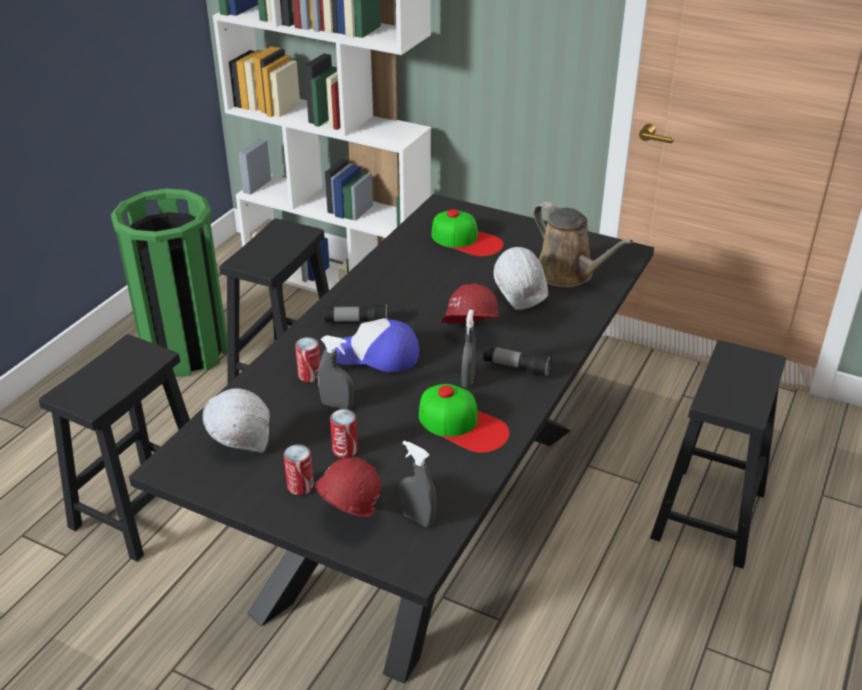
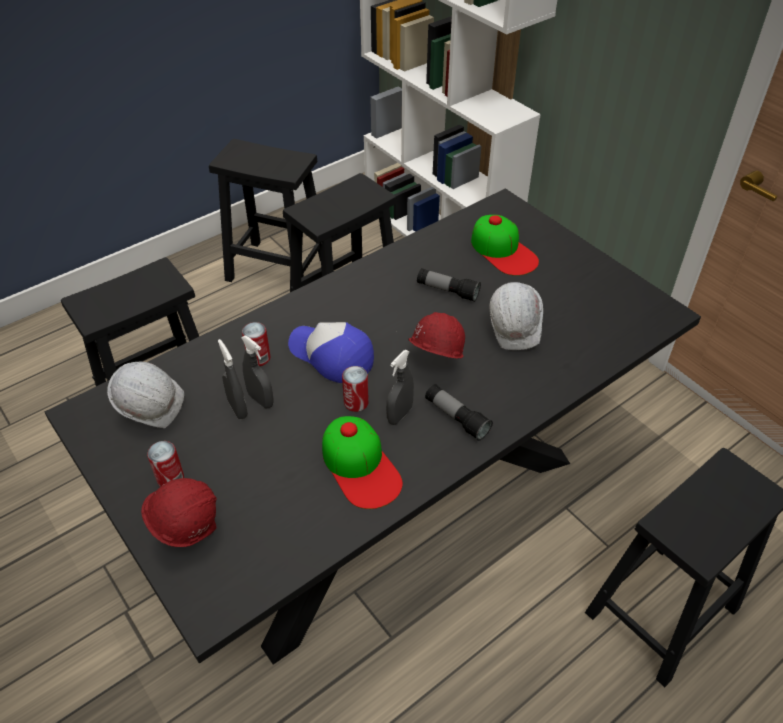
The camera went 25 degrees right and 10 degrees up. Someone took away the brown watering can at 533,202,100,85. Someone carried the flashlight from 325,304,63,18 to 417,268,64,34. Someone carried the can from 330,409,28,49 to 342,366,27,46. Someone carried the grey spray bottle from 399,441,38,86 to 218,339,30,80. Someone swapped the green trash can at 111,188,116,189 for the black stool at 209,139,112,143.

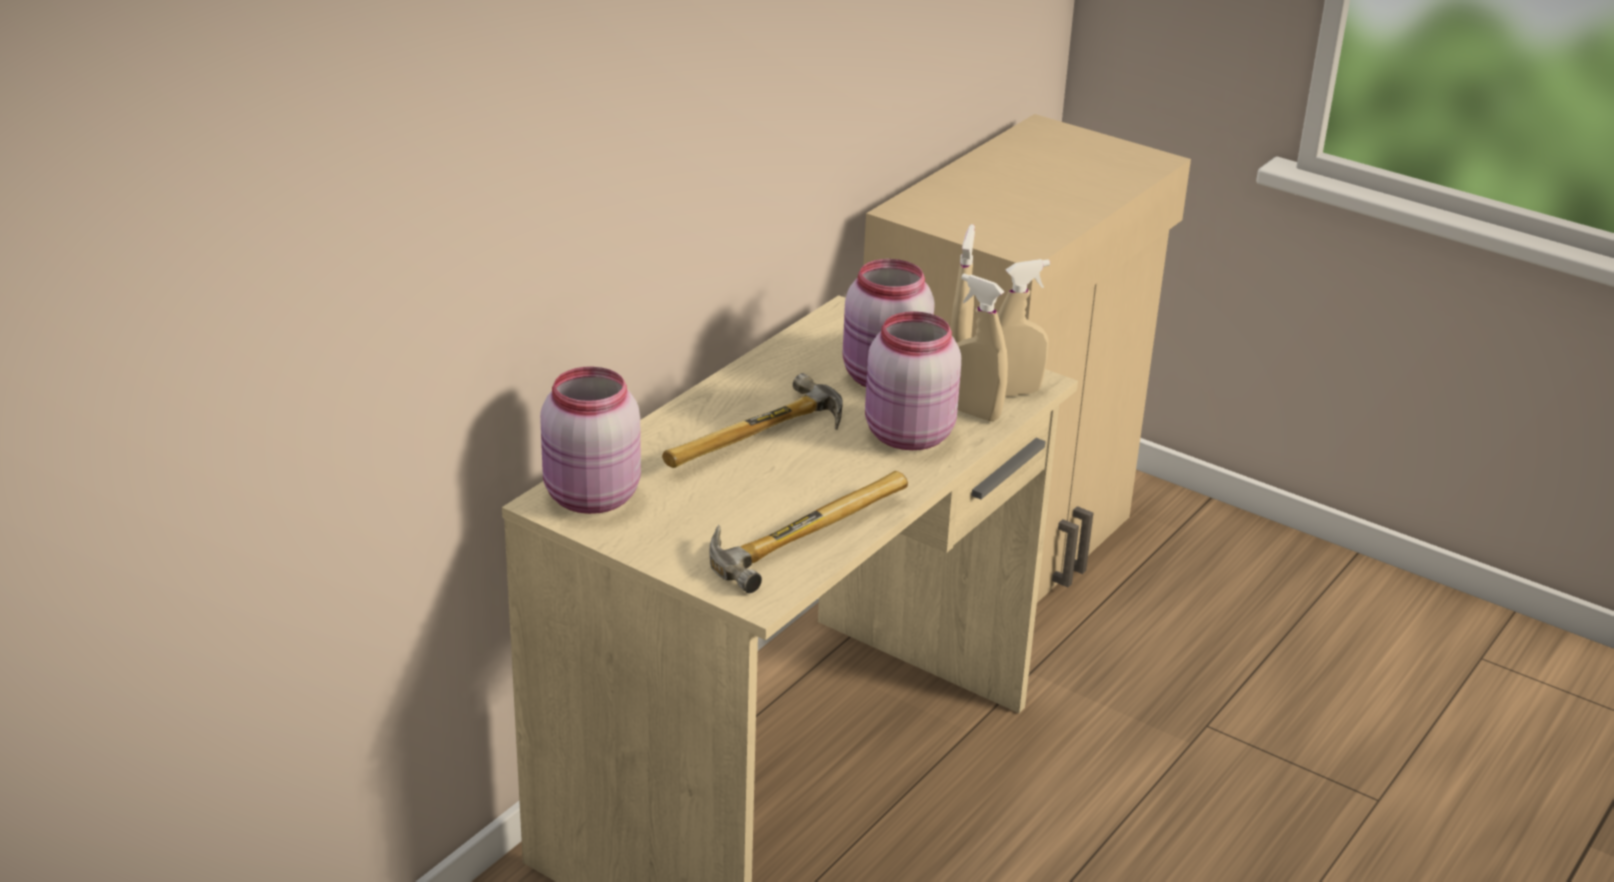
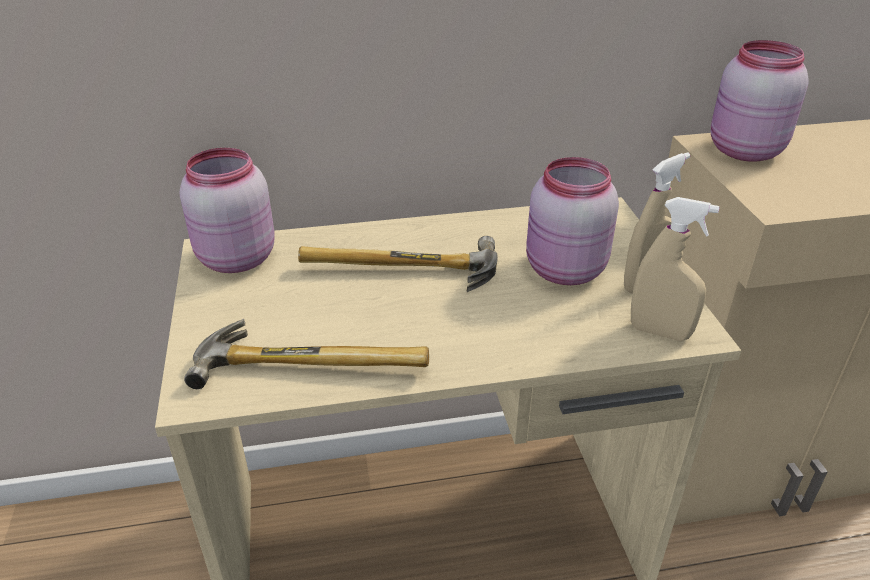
The camera went 45 degrees right and 5 degrees up. Someone took away the beige spray bottle at 957,274,51,147. Someone carried the pink jar from 865,311,96,139 to 711,40,98,122.

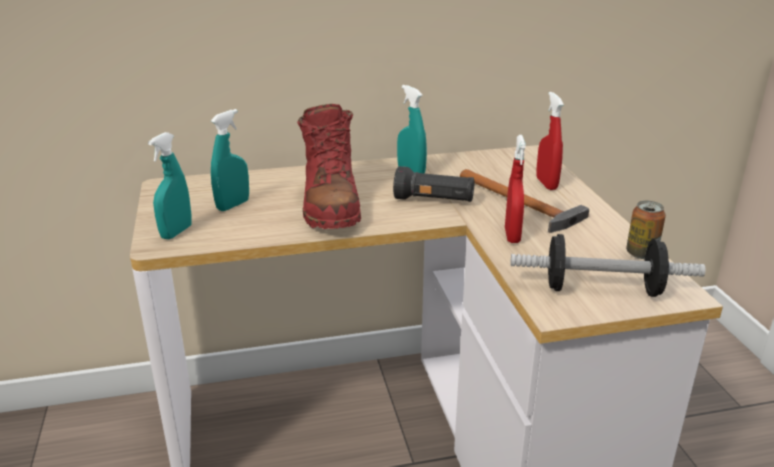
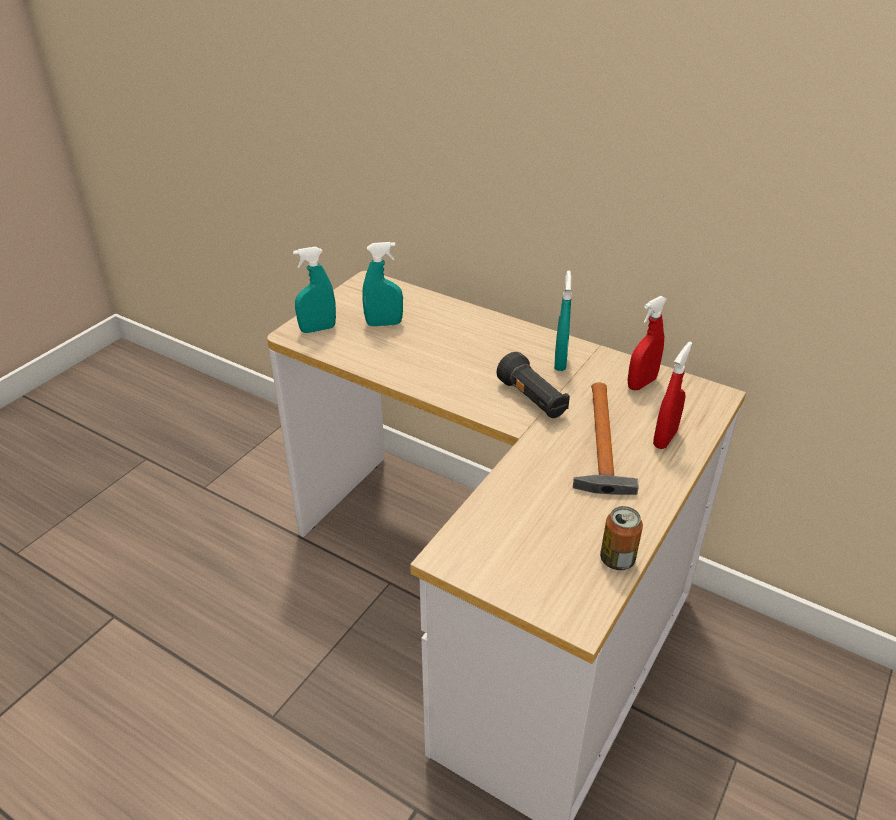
The camera went 45 degrees right and 10 degrees up. Someone took away the red boot at 297,104,64,125. Someone took away the dumbbell at 511,234,194,63. Someone carried the red spray bottle from 505,135,21,108 to 628,296,39,94.

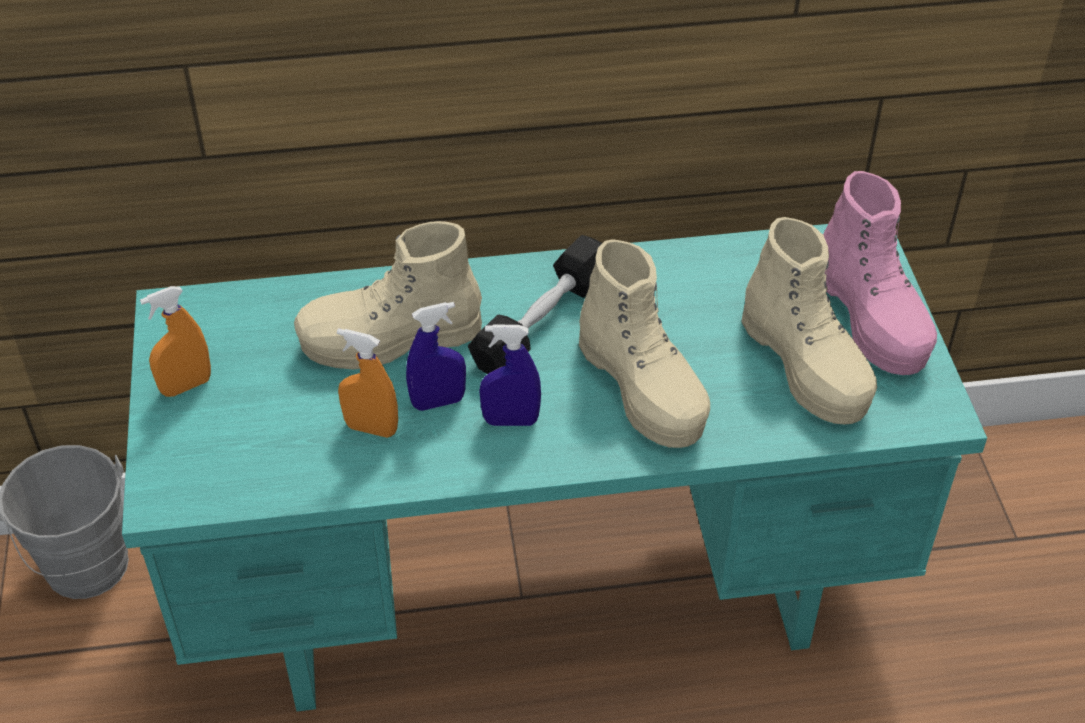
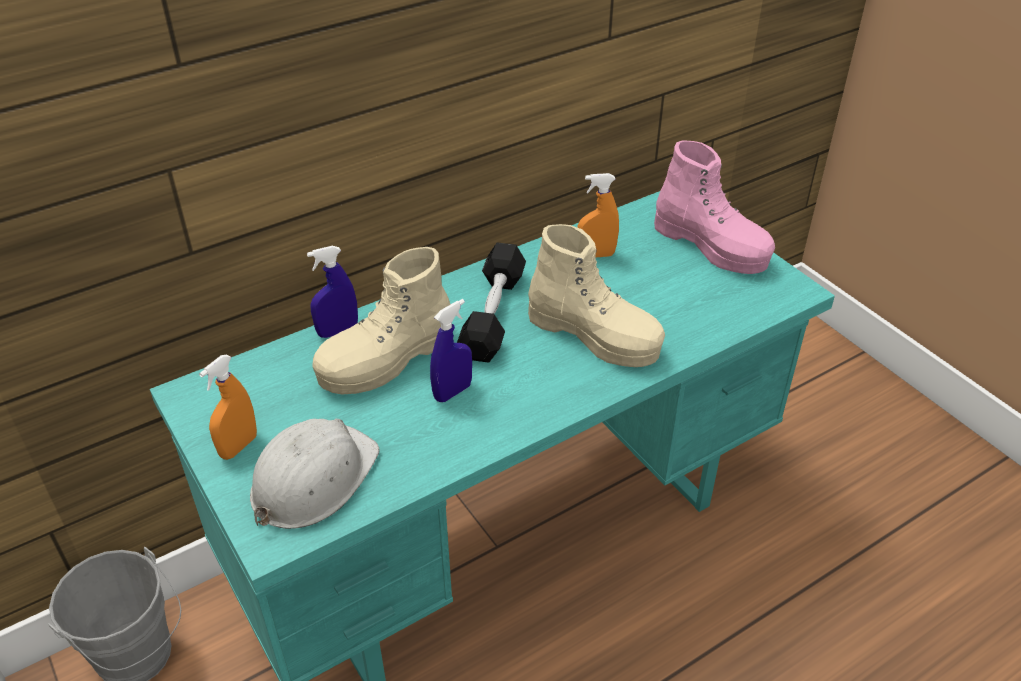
The camera went 25 degrees left and 5 degrees down. Someone took away the beige boot at 741,217,136,207. Someone put down the white hard hat at 250,419,130,110. Someone carried the orange spray bottle from 337,328,61,110 to 577,173,42,85. Someone carried the blue spray bottle from 479,324,62,102 to 307,246,51,92.

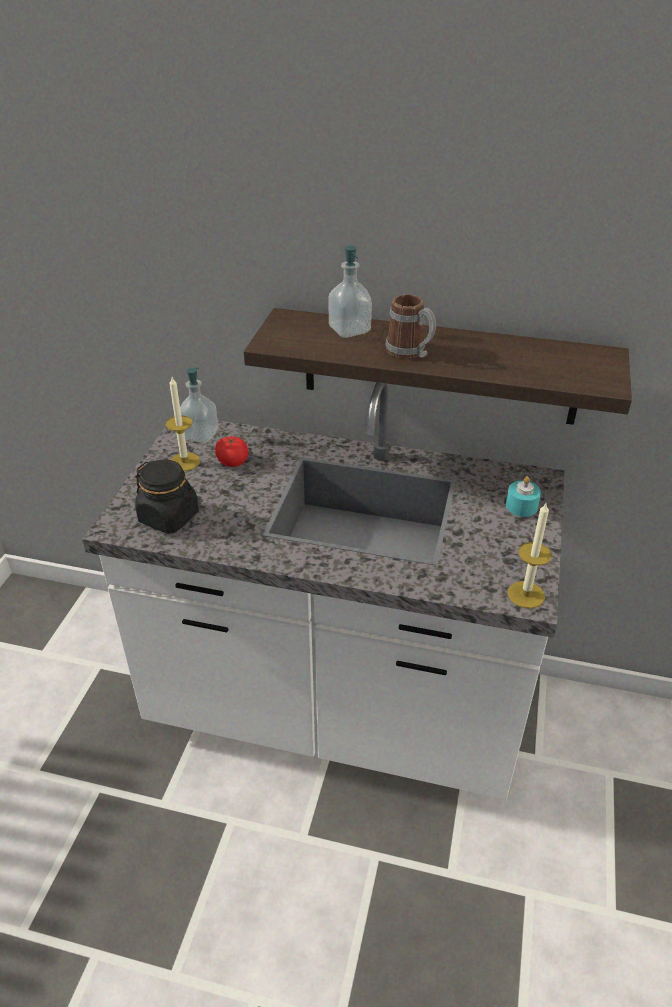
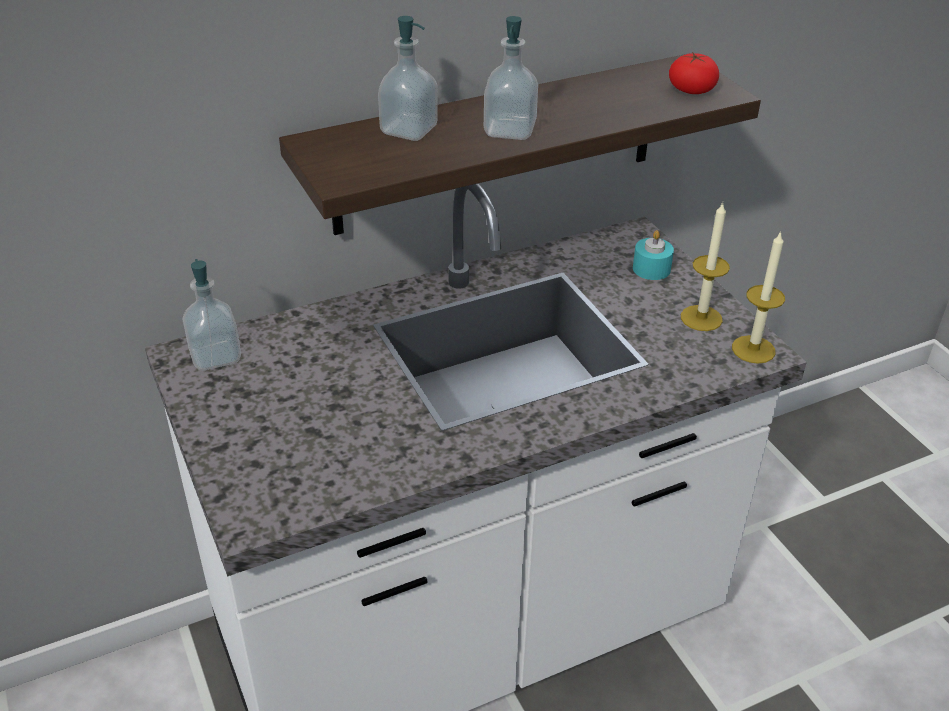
The camera went 40 degrees left and 0 degrees up. Someone took away the black jar at 135,459,64,75. Someone carried the candle from 165,377,35,94 to 681,203,49,128. Someone carried the tomato from 215,436,33,31 to 669,52,50,42. Someone swapped the mug at 386,294,50,64 for the soap dispenser at 484,16,54,124.

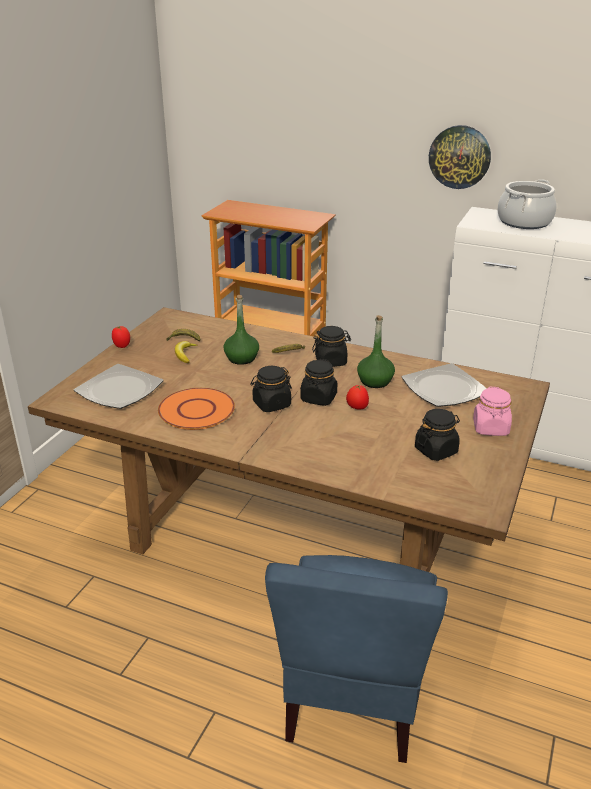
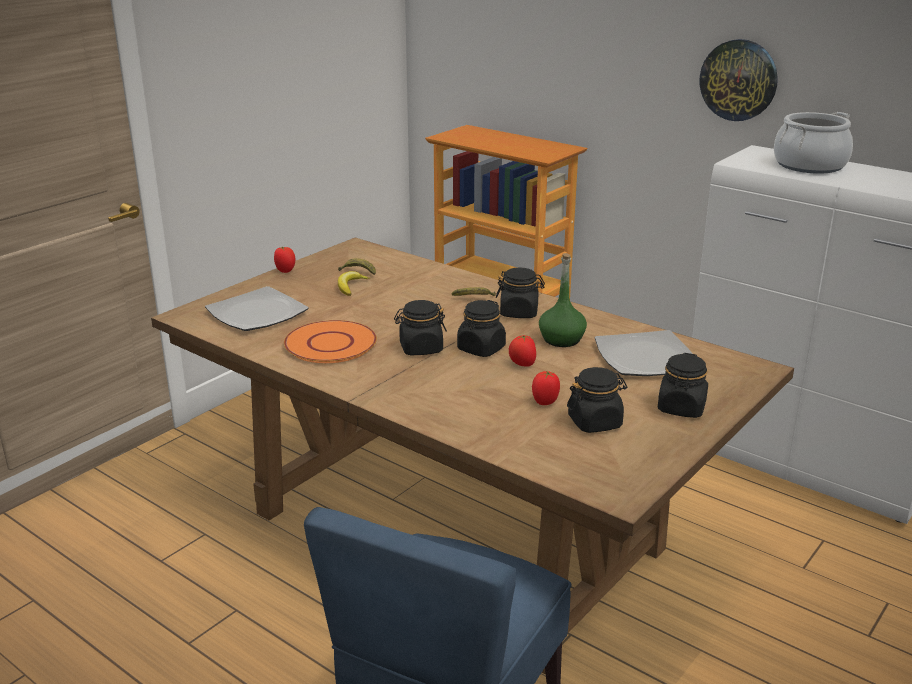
The camera went 15 degrees right and 5 degrees down. Someone took away the green bottle at 224,295,35,70. Someone put down the tomato at 532,371,28,34. Someone repainted the pink jar at 473,387,39,49, which became the black jar at 658,353,50,65.

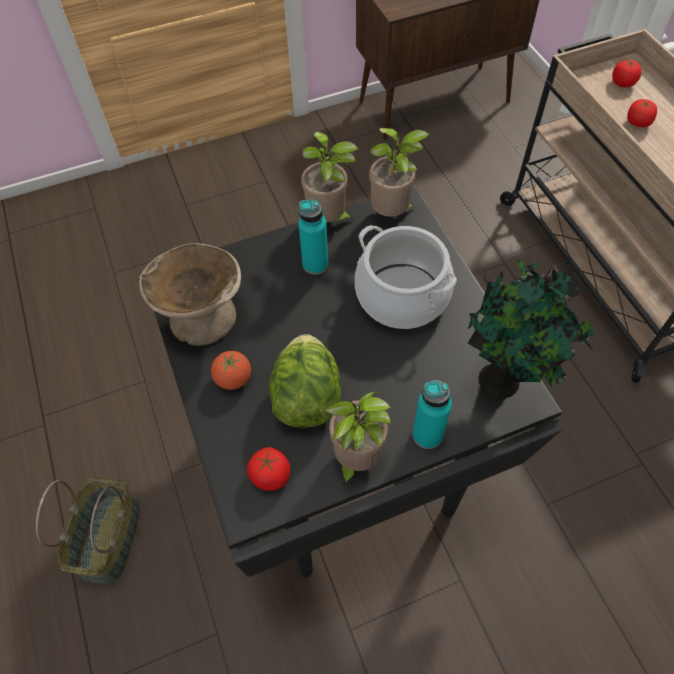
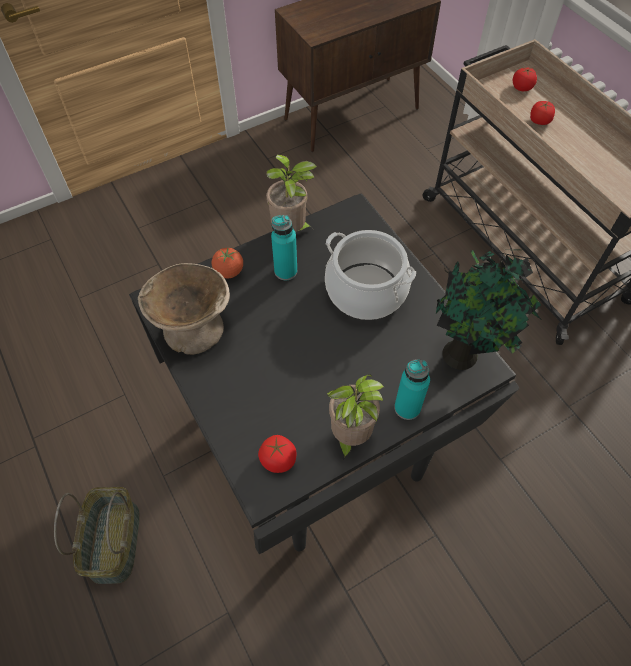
The camera went 10 degrees left and 0 degrees up. Someone took away the lettuce at 269,334,72,94. Someone took away the potted plant at 369,128,60,89. Someone carried the tomato from 211,351,40,39 to 212,248,31,30.

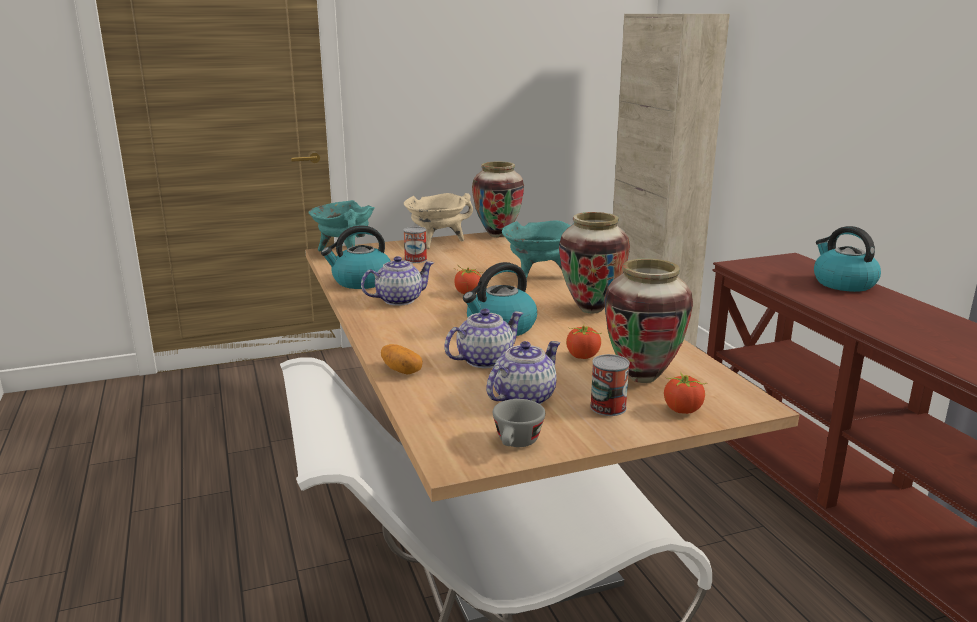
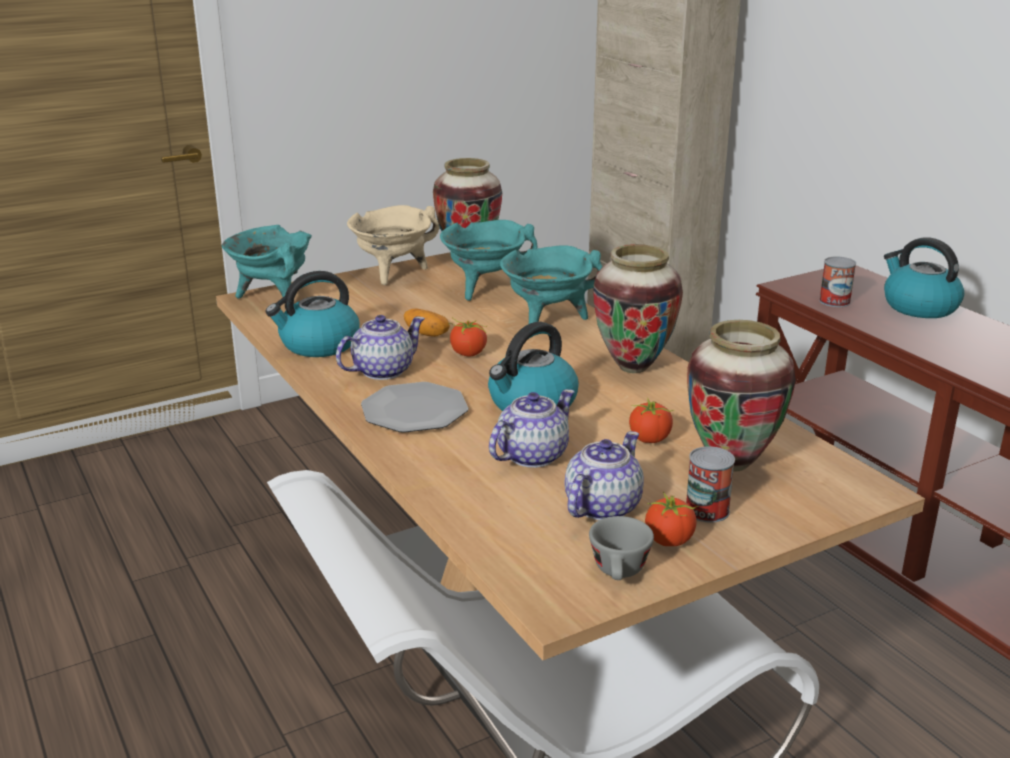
The camera went 10 degrees left and 5 degrees up. Someone put down the plate at 361,382,108,51. Someone put down the turquoise cooking pot at 440,220,97,81. Someone carried the potato from 381,344,42,30 to 404,309,46,28. Someone carried the can from 403,227,24,36 to 819,257,37,50. Someone carried the tomato from 664,372,42,42 to 645,491,54,55.

